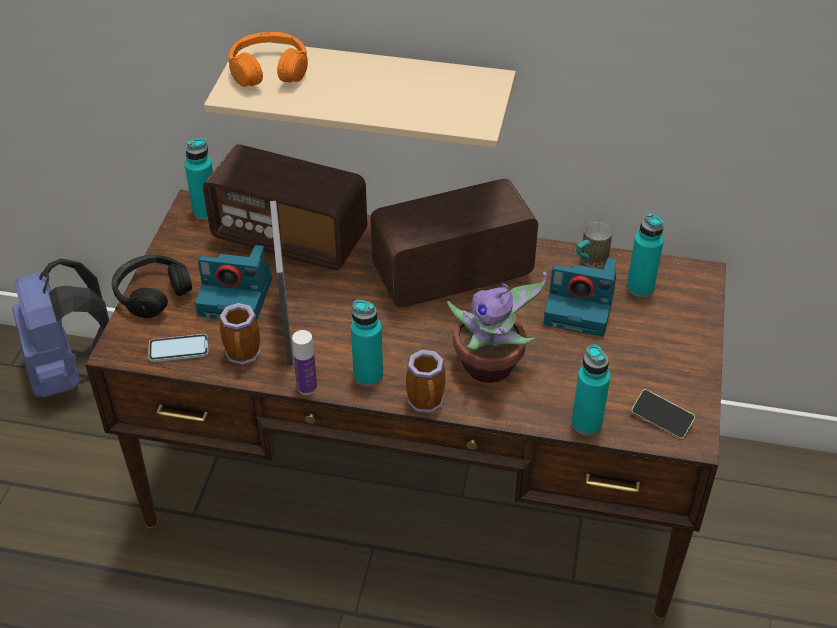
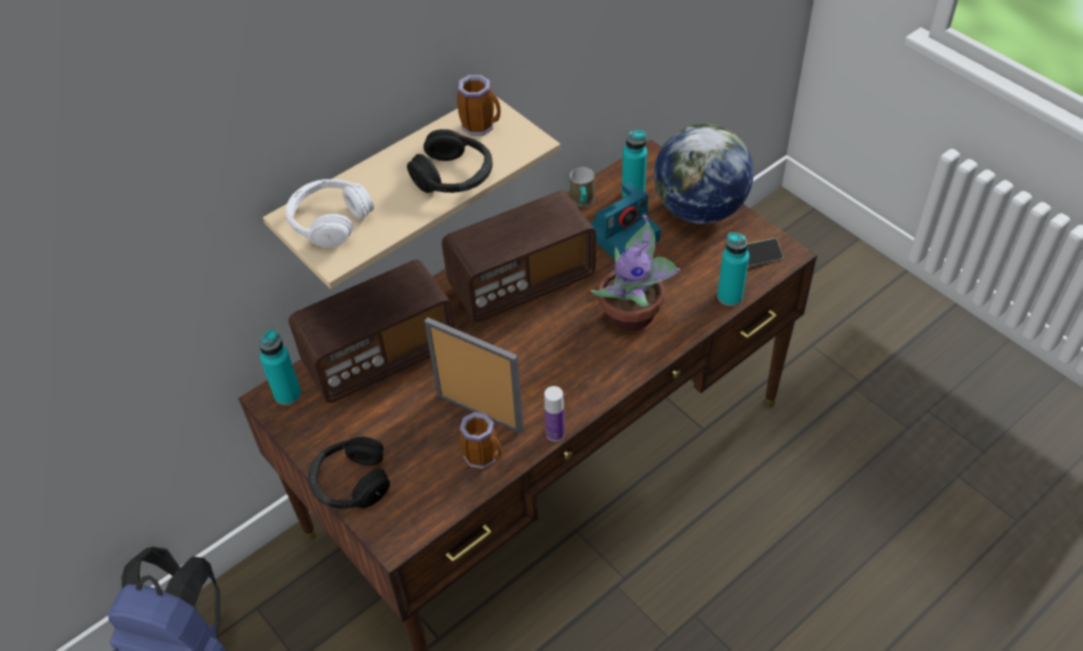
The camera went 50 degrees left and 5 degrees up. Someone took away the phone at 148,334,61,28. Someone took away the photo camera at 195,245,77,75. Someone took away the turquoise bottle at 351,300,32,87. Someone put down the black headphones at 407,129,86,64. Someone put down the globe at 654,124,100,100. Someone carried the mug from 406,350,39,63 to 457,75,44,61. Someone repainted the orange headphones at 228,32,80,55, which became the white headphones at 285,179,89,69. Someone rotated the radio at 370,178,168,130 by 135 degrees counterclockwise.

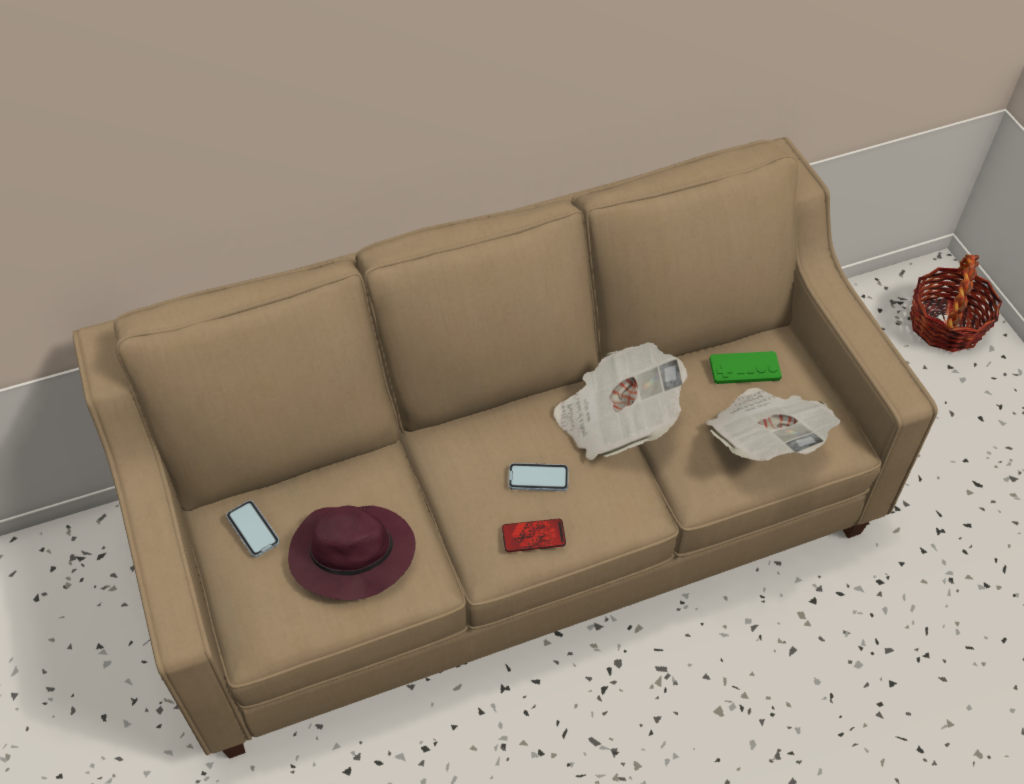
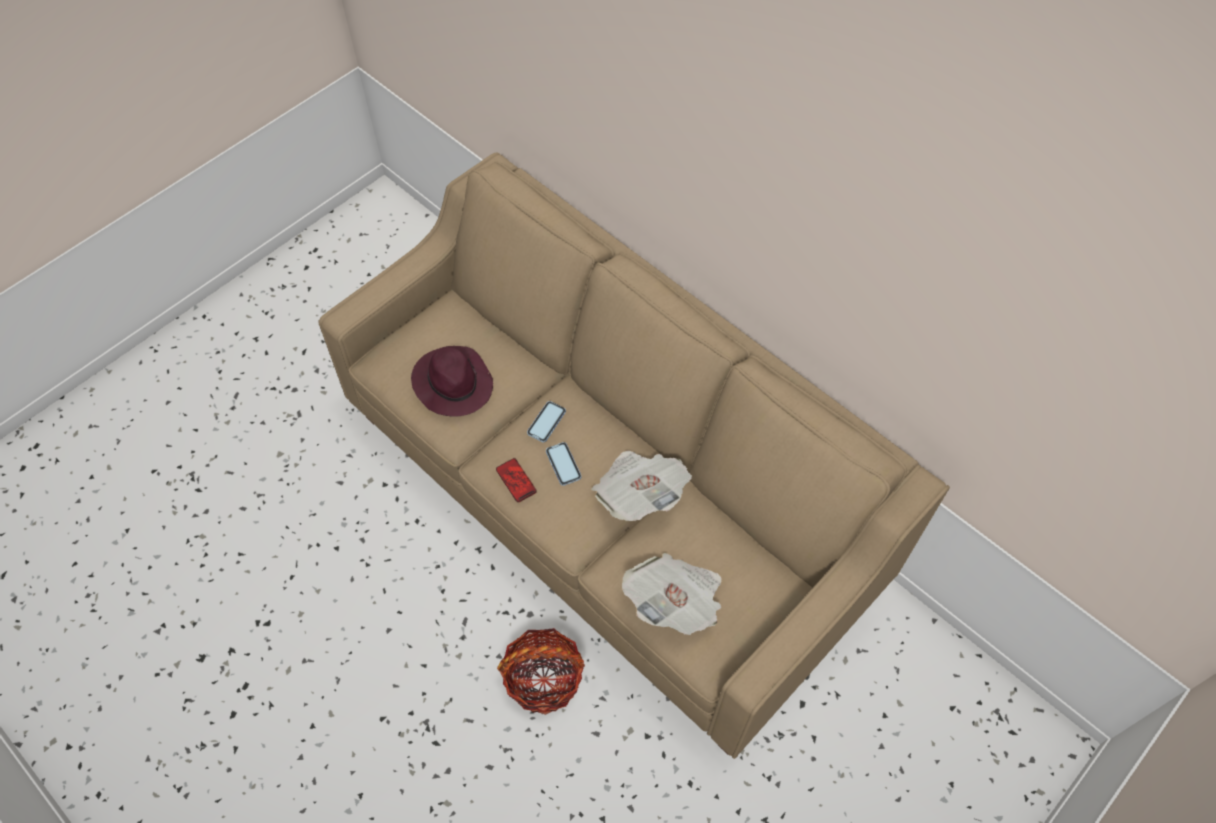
The camera went 65 degrees right and 5 degrees up. Someone took away the green game controller at 710,351,72,33. Someone carried the phone from 226,500,54,57 to 527,401,39,41. Someone carried the basket from 910,254,92,98 to 497,628,88,87.

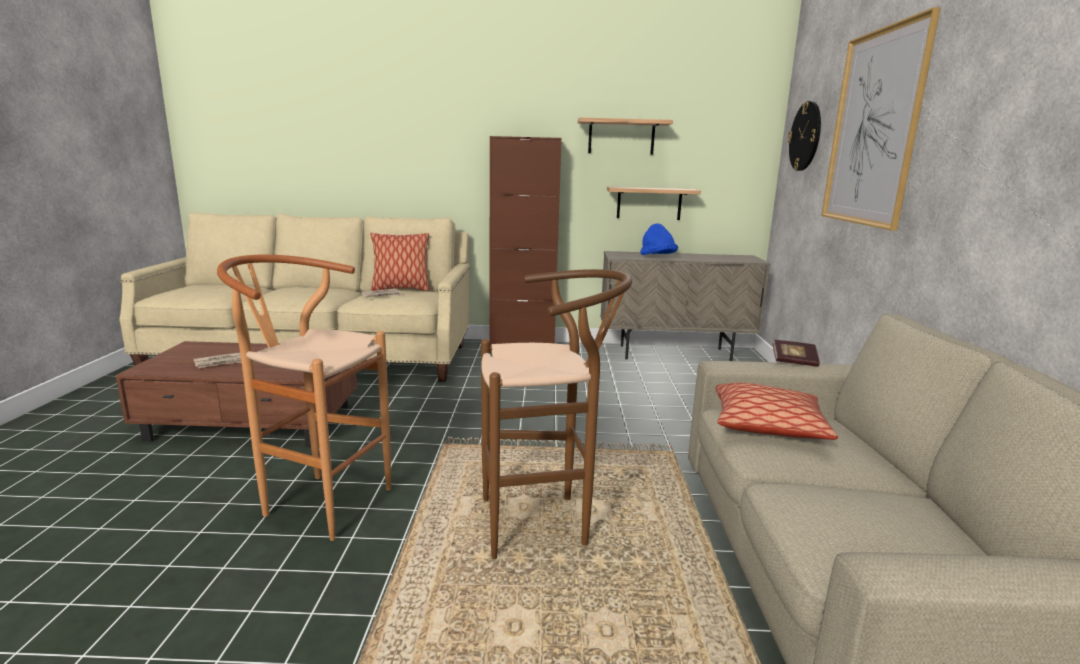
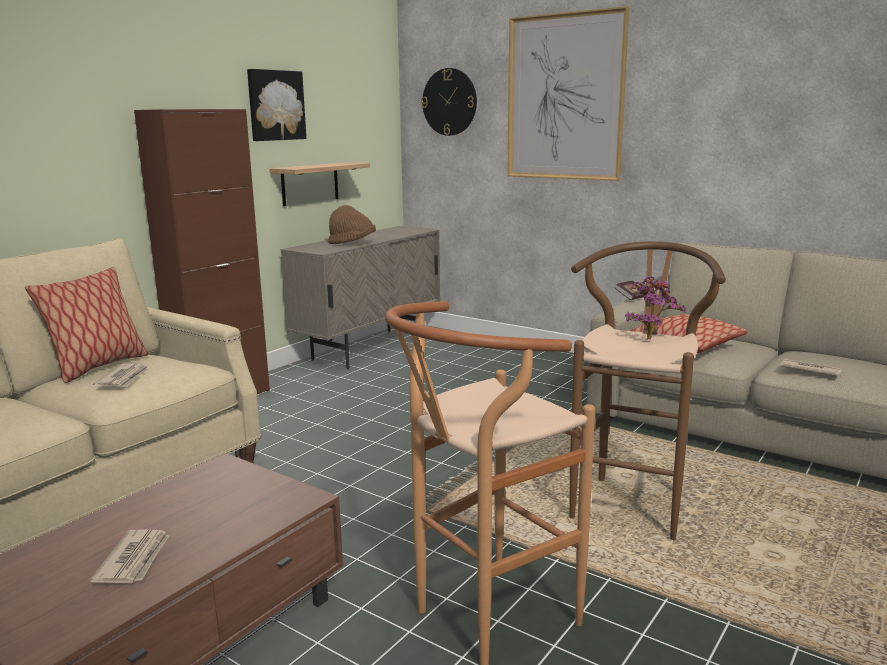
The camera went 55 degrees left and 0 degrees up. Someone put down the potted plant at 625,276,61,64. Someone put down the newspaper at 780,358,63,18. Someone swapped the shelf at 578,118,95,37 for the picture at 247,69,59,72. Someone repainted the blue hat at 640,223,38,32, which became the brown hat at 328,205,48,39.

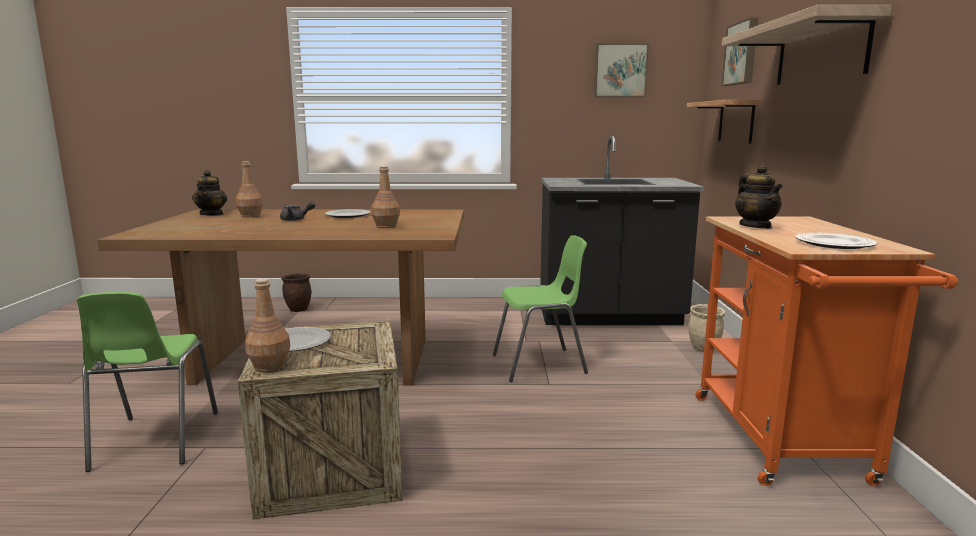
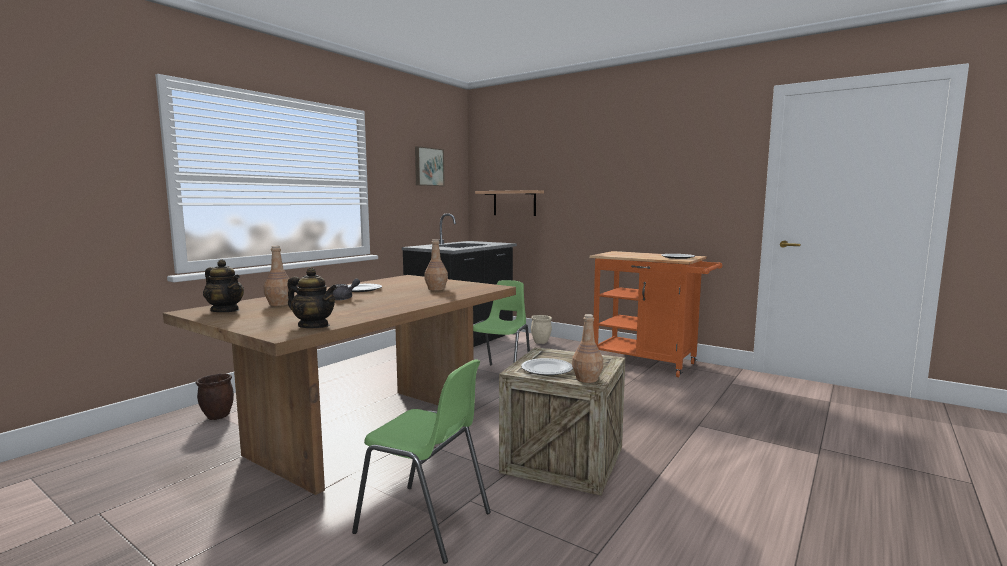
The camera went 55 degrees left and 5 degrees down. Someone took away the picture at 721,17,37,69. Someone took away the shelf at 722,5,170,80. Someone carried the teapot from 735,165,48,64 to 287,268,50,60.

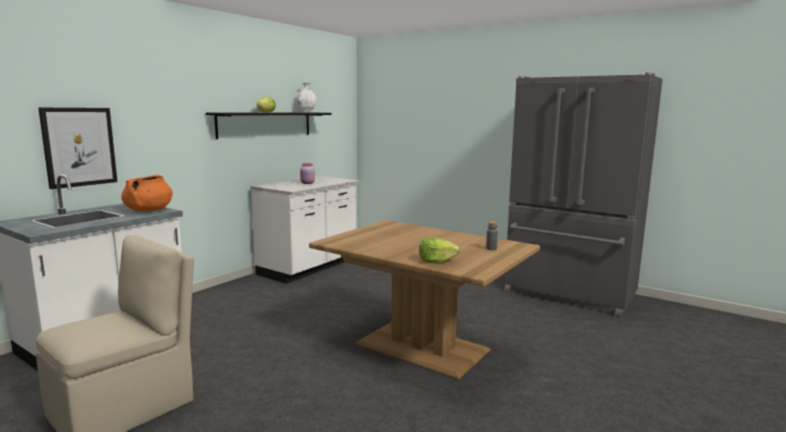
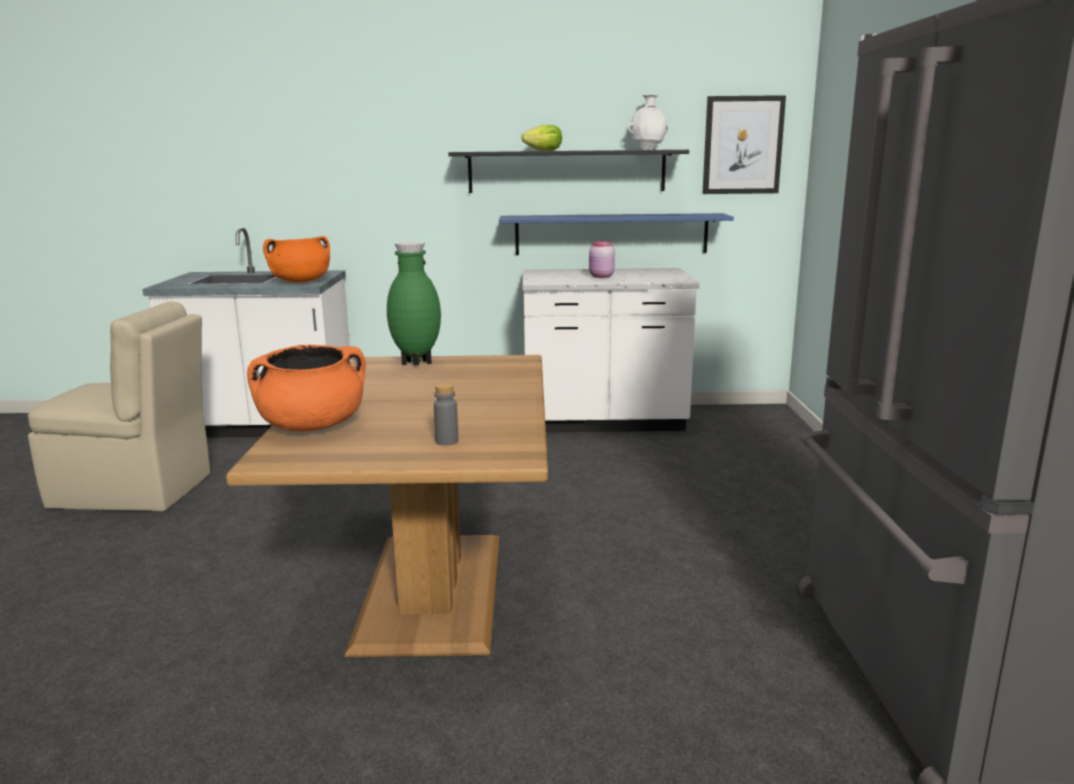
The camera went 55 degrees right and 5 degrees up. Someone put down the green vase at 387,242,54,123. Someone put up the blue shelf at 499,213,235,42. Someone carried the picture from 38,108,79,81 to 702,95,84,99. Someone swapped the lettuce at 419,237,41,26 for the orange cooking pot at 247,344,119,88.

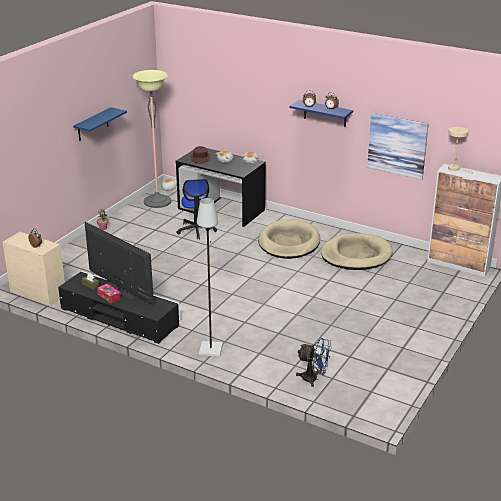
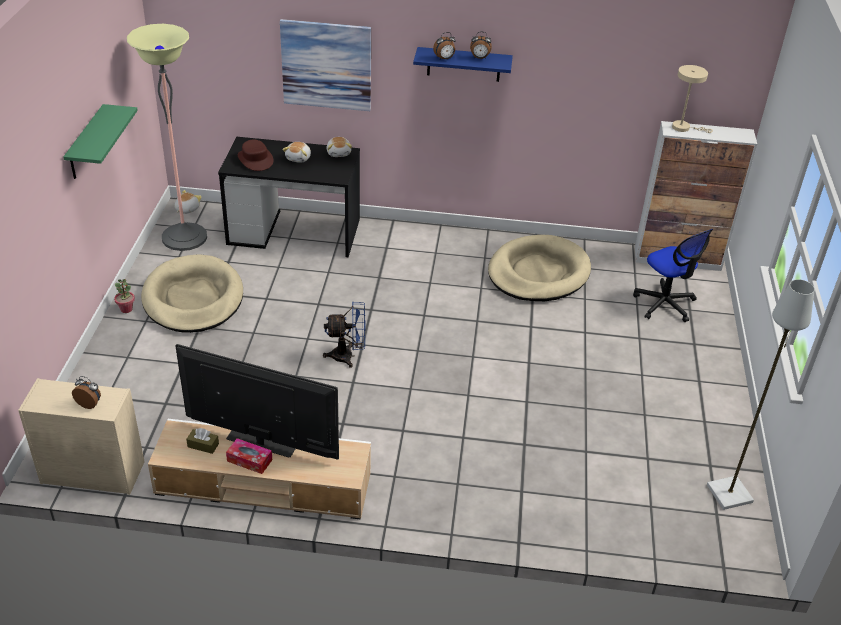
The camera went 25 degrees left and 10 degrees up. Someone carried the office chair from 177,179,40,60 to 633,229,80,93. Someone carried the grey floor lamp from 197,198,26,159 to 707,279,108,231. Someone carried the beige dog bed from 258,220,62,39 to 141,254,102,79. Someone carried the blue fan from 296,338,35,49 to 323,301,42,67. Someone carried the picture from 367,113,61,67 to 280,19,91,92. Someone repainted the black tv stand at 58,271,122,73, which became the beige tv stand at 148,419,223,100. Someone repainted the blue shelf at 73,107,54,34, which became the green shelf at 63,104,75,75.

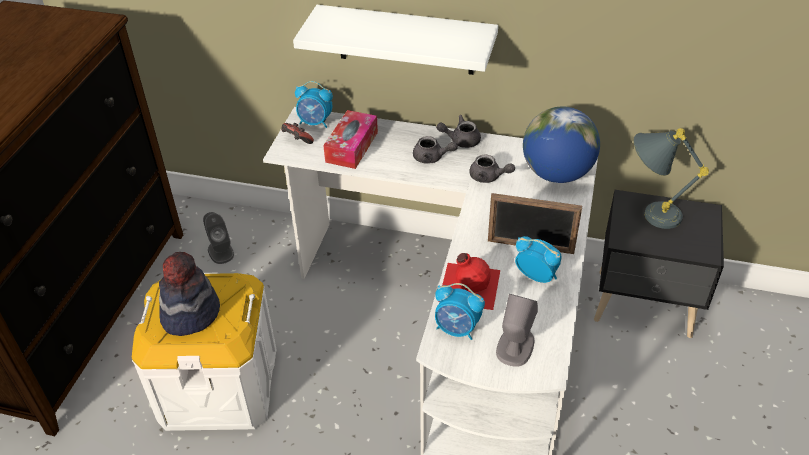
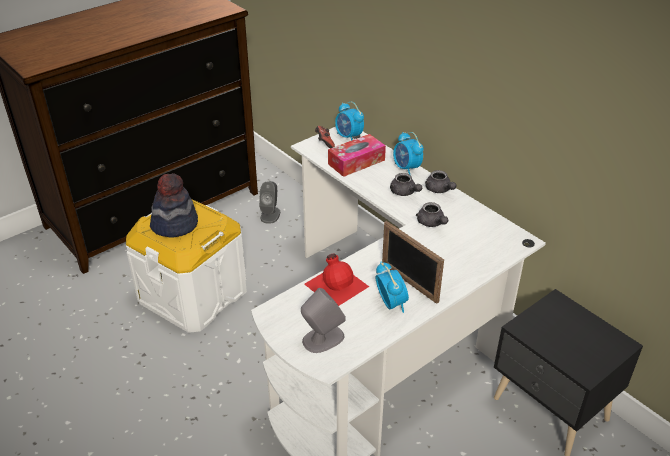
The camera went 35 degrees right and 5 degrees down. Someone took away the white shelf at 293,5,205,70. Someone took away the globe at 523,106,77,77. Someone took away the grey table lamp at 634,128,75,101. Someone carried the alarm clock from 435,283,50,57 to 393,132,31,43. Someone rotated the grey teapot at 436,115,45,33 by 150 degrees counterclockwise.

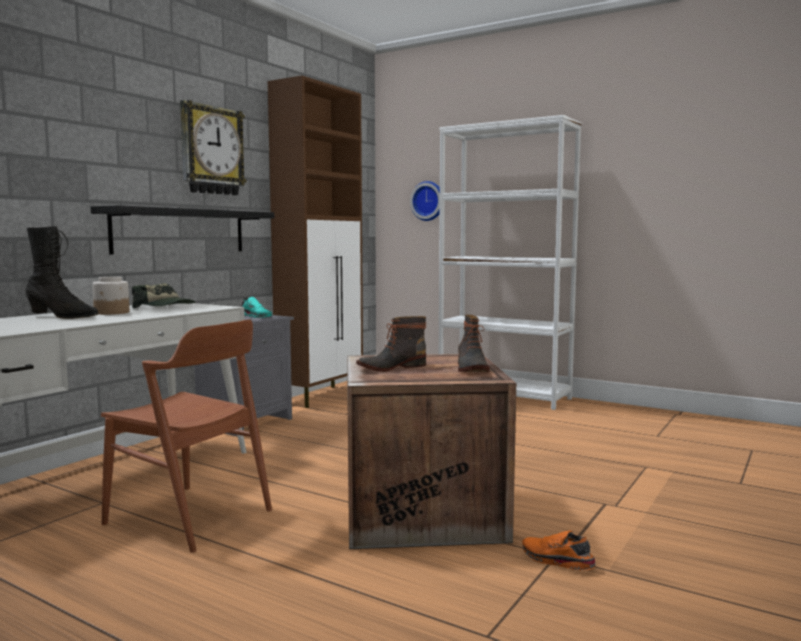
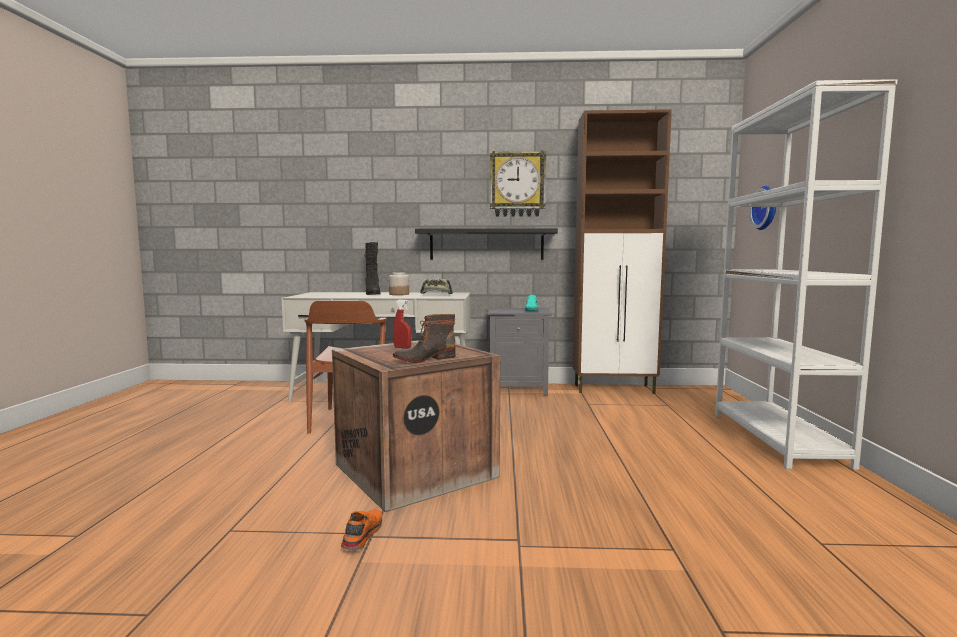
The camera went 60 degrees right and 0 degrees up. Someone swapped the boot at 356,316,70,56 for the red spray bottle at 393,300,19,49.

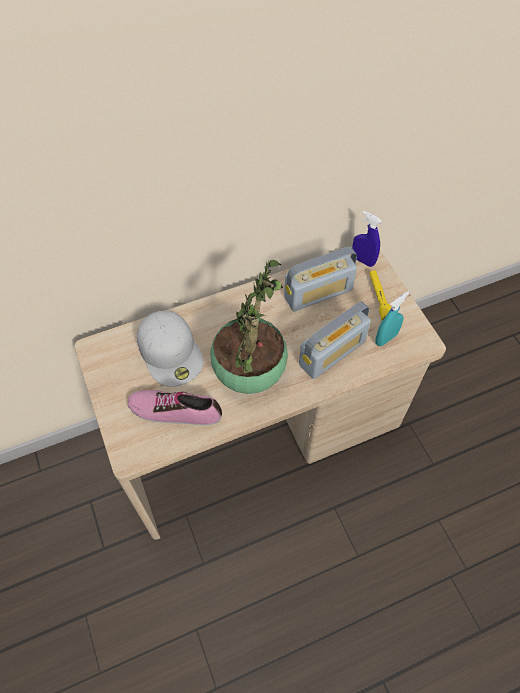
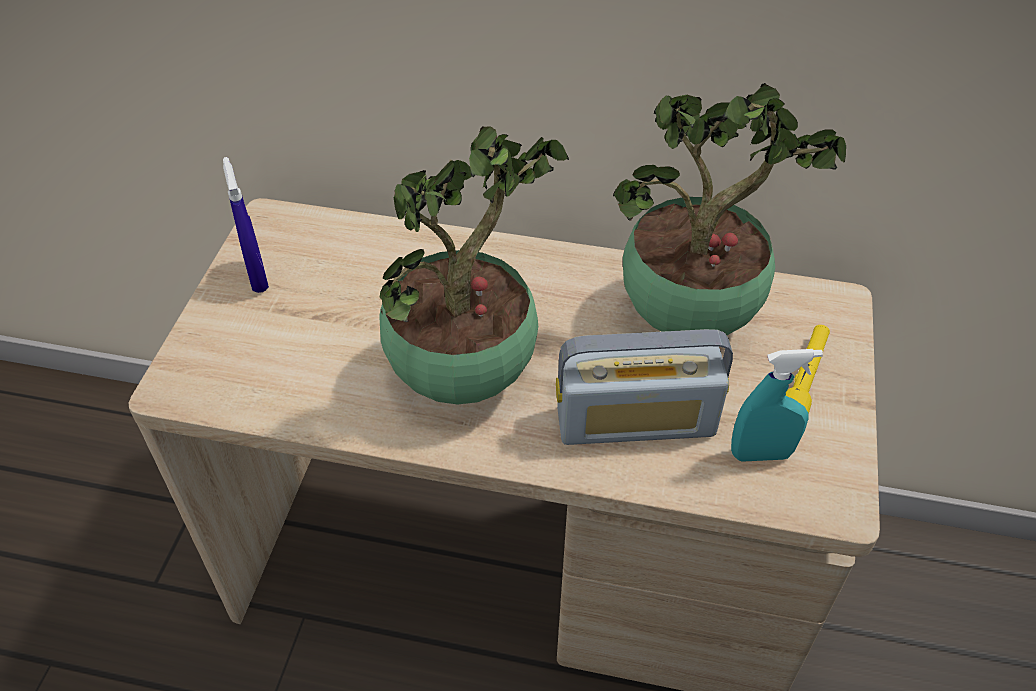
The camera went 35 degrees right and 10 degrees down. Someone took away the shoe at 128,390,94,35. Someone took away the white cap at 137,311,67,76. Someone carried the blue spray bottle from 352,211,30,56 to 223,157,46,136. Someone swapped the radio at 284,247,73,65 for the potted plant at 613,83,233,252.

